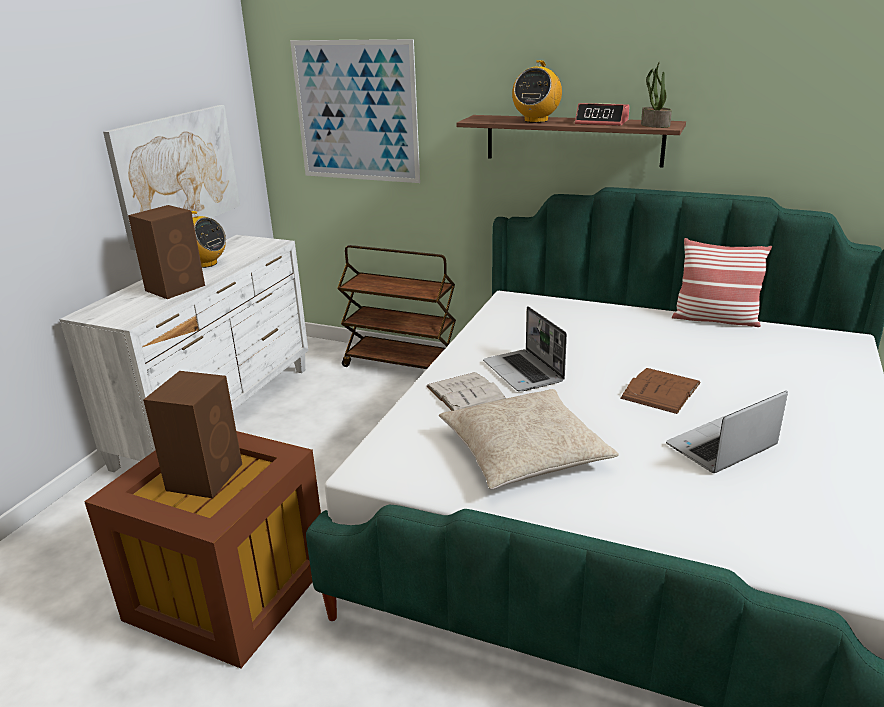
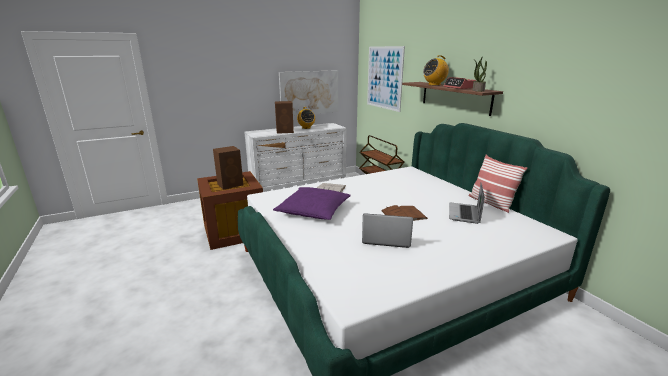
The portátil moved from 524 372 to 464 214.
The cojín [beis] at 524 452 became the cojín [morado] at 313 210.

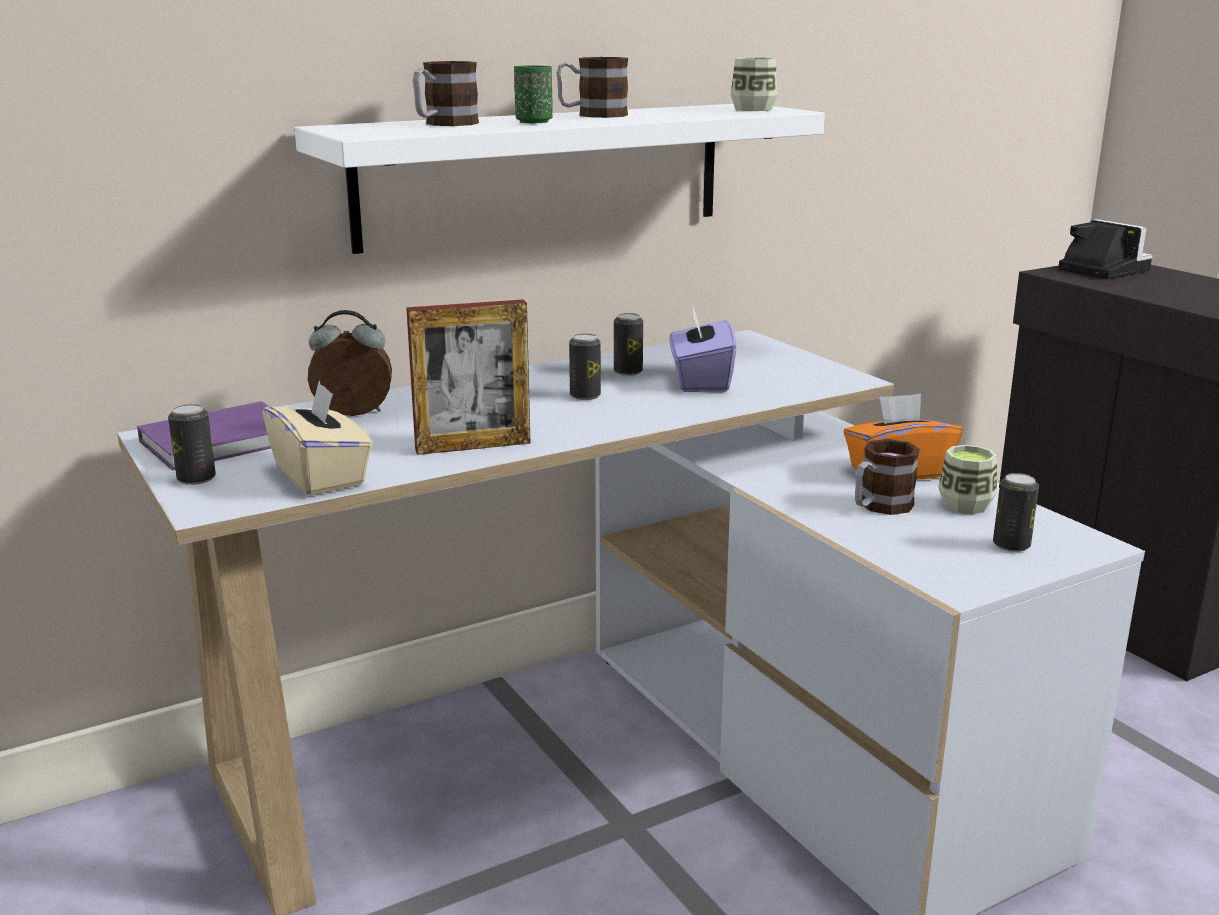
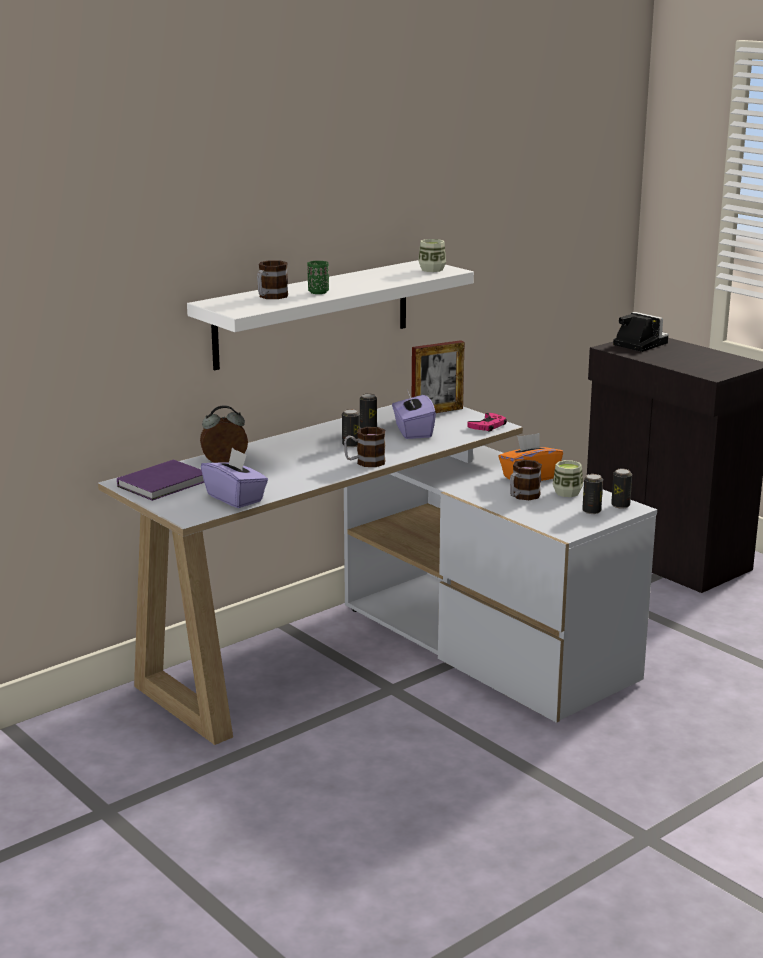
The taza grande moved from 592 115 to 365 463.
The portarretratos moved from 473 446 to 437 411.
The caja de pañuelos [beis] at 321 476 became the caja de pañuelos [morado] at 235 498.
The lata moved from 196 479 to 620 505.
The mando de consola [rosa] at 488 426 appeared.

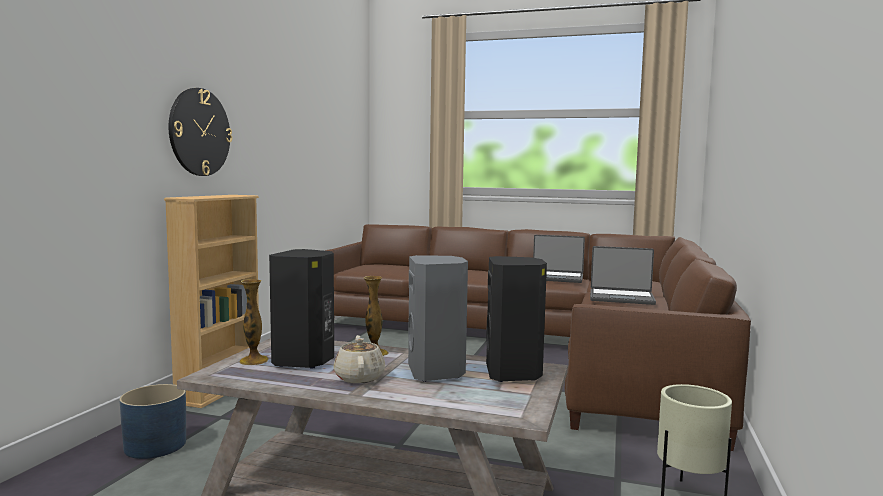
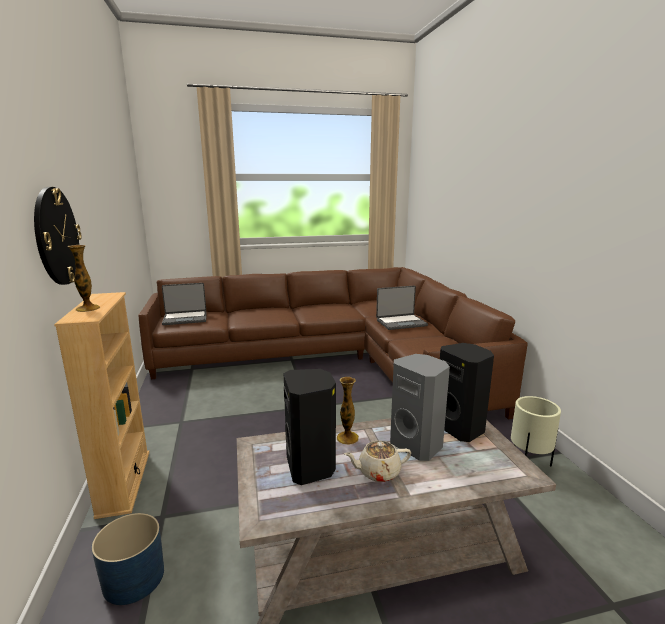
The portátil moved from 556 278 to 185 318.
The florero moved from 254 360 to 88 308.
The tetera [beis] at 359 377 turned 60 degrees counterclockwise.

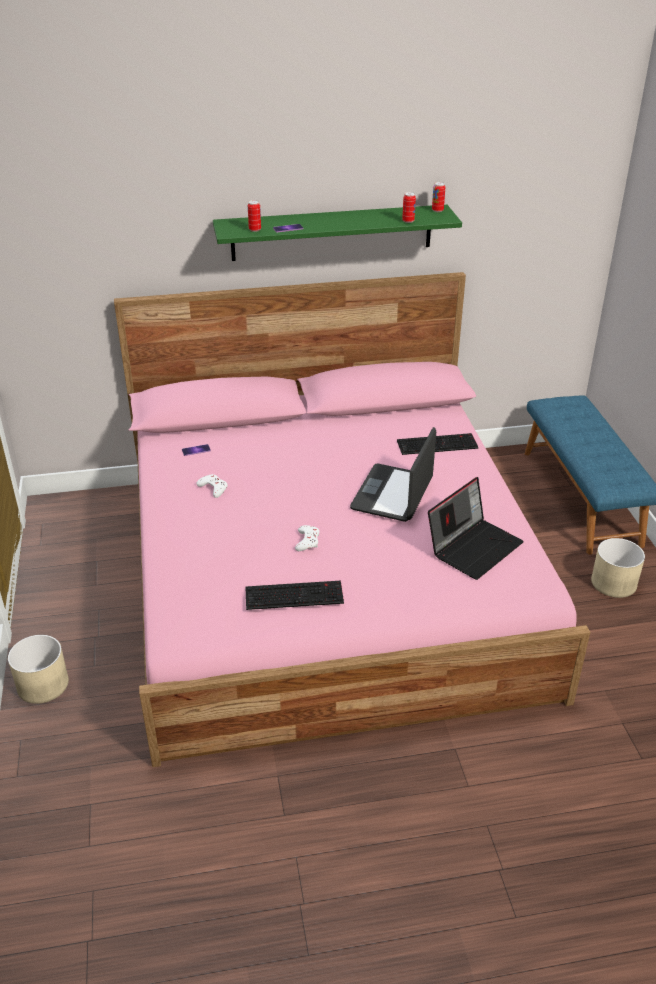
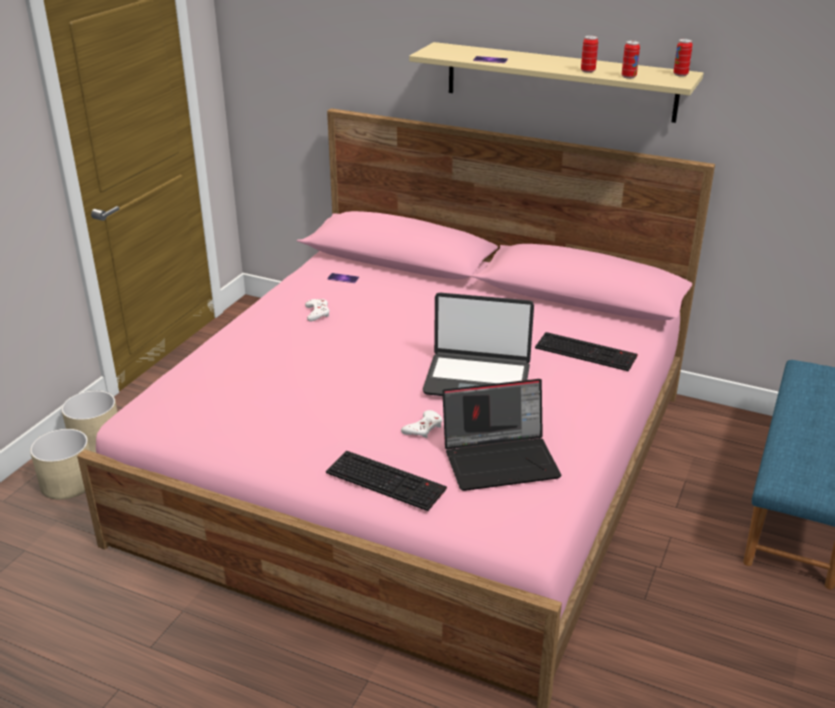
The lata moved from 255 230 to 588 71.
The estante [verde] at 332 232 became the estante [beis] at 559 81.
The portátil at 393 494 turned 135 degrees counterclockwise.
The mando de consola [blanco] moved from 307 541 to 423 428.
The maceta [beis] moved from 613 582 to 68 482.
The teclado moved from 295 595 to 387 480.

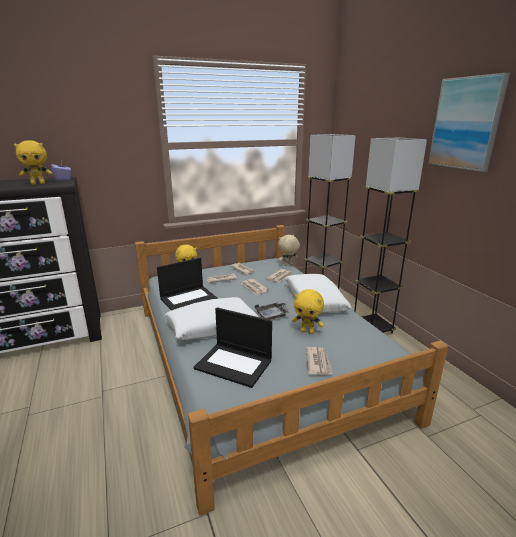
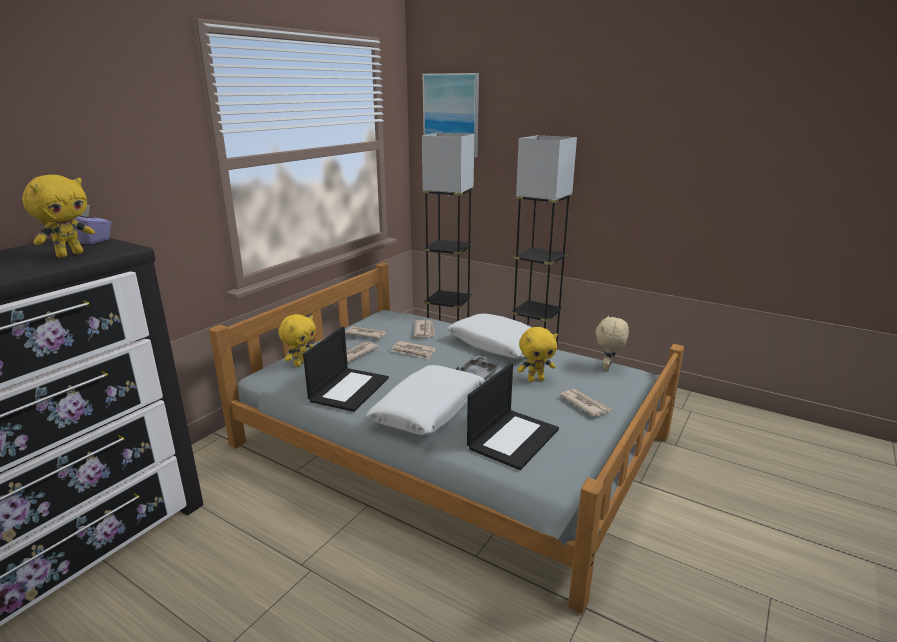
The cuadro moved from 466 123 to 451 115.
The peluche [beis] moved from 288 265 to 608 368.
The portátil at 234 364 turned 45 degrees counterclockwise.

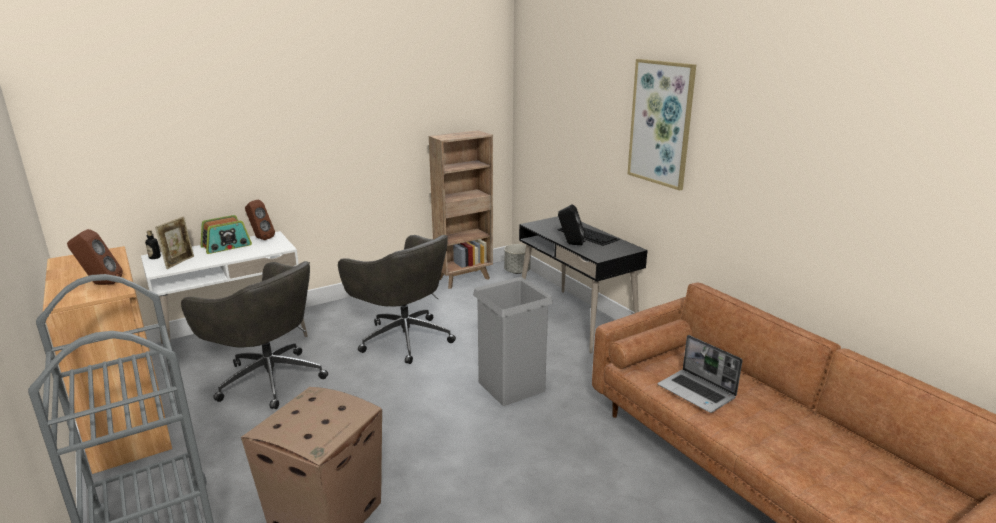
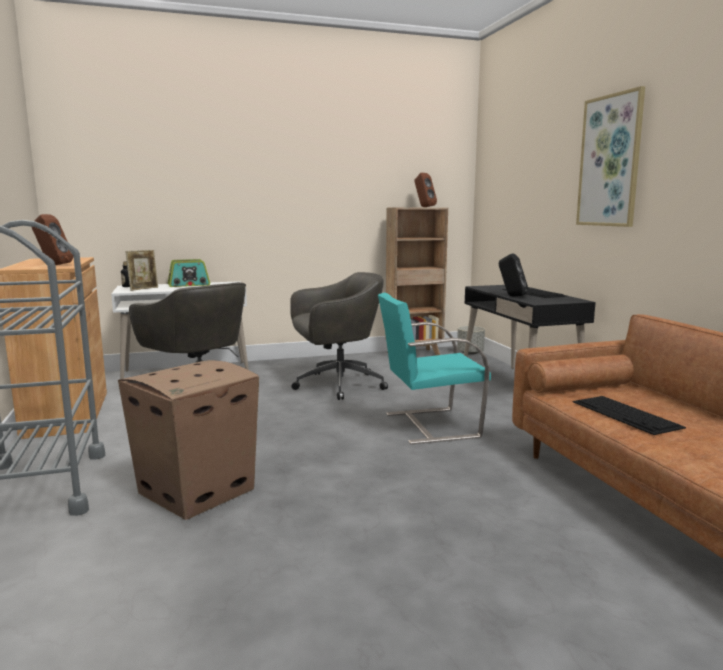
The altavoz [marrón] moved from 260 238 to 424 207.
The silla de oficina [gris] at 403 338 turned 75 degrees counterclockwise.
The papelera [gris] at 511 386 was replaced by the silla [turquesa] at 429 425.
The portátil at 697 392 was replaced by the teclado at 626 414.

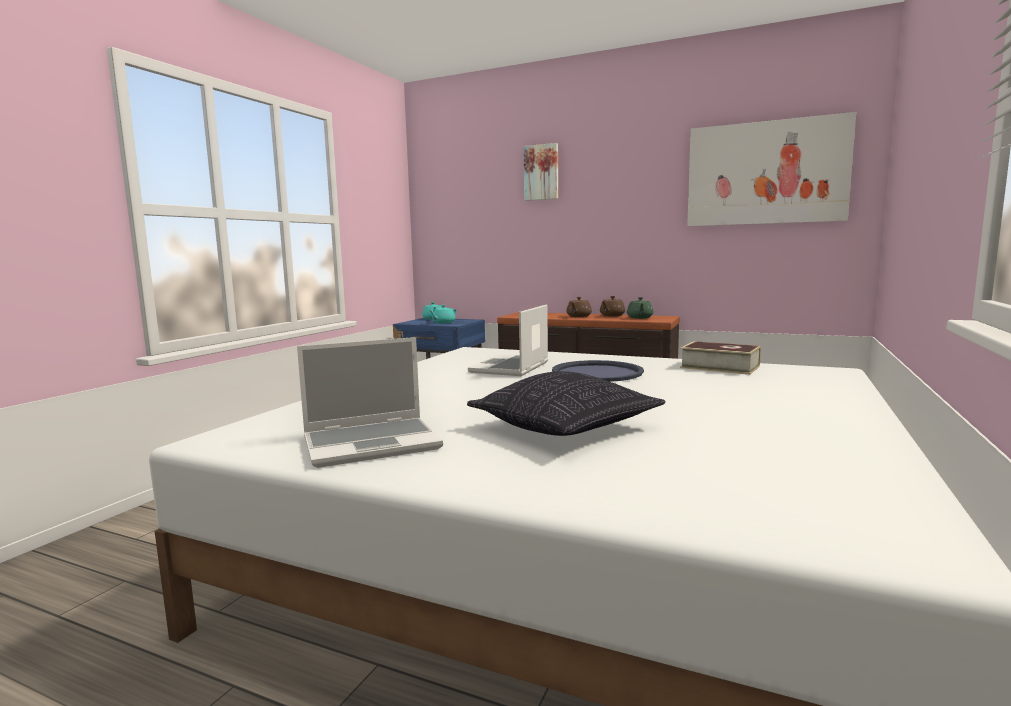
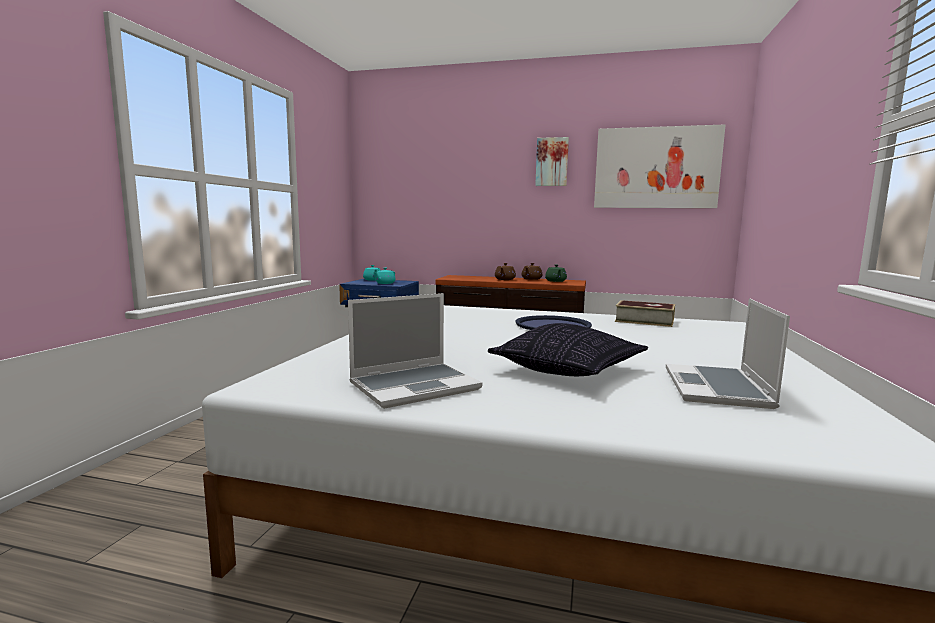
The cuadro moved from 541 172 to 552 162.
The portátil moved from 510 368 to 718 389.

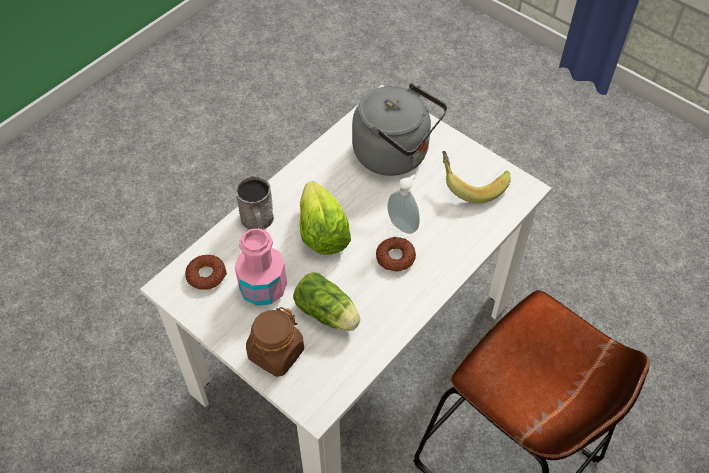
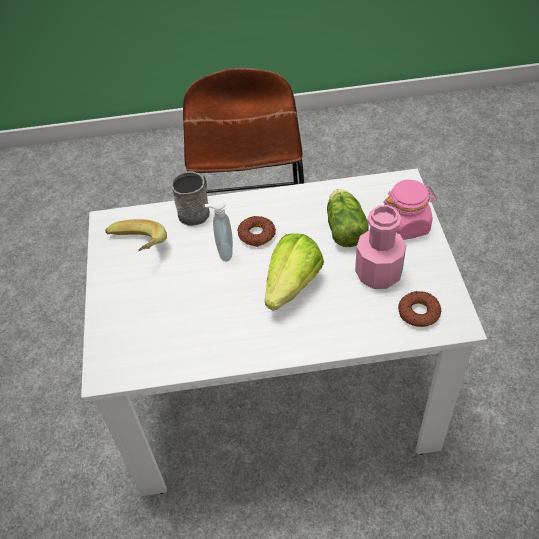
The hervidor [gris] at 395 154 disappeared.
The taza grande [gris] moved from 258 221 to 196 211.
The tarro [marrón] at 276 353 became the tarro [rosa] at 405 225.

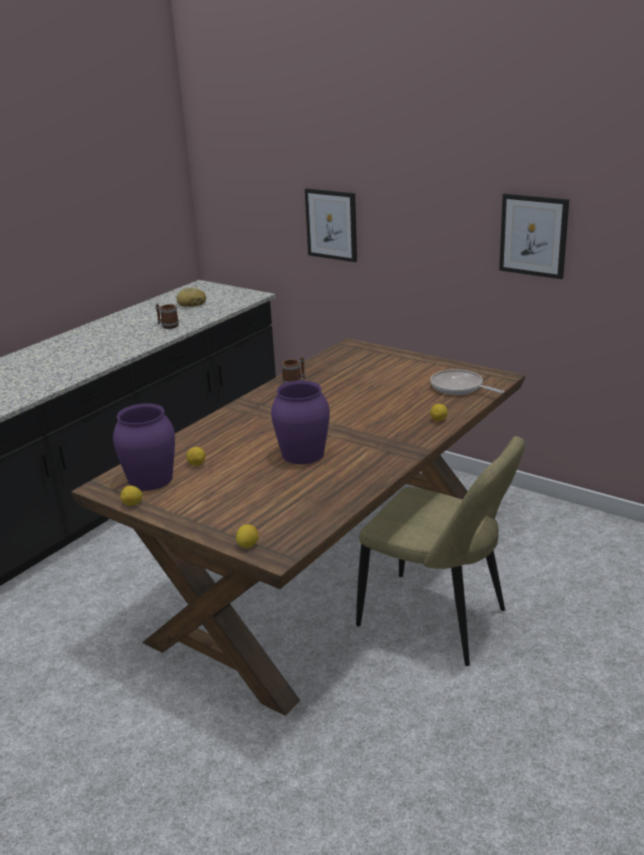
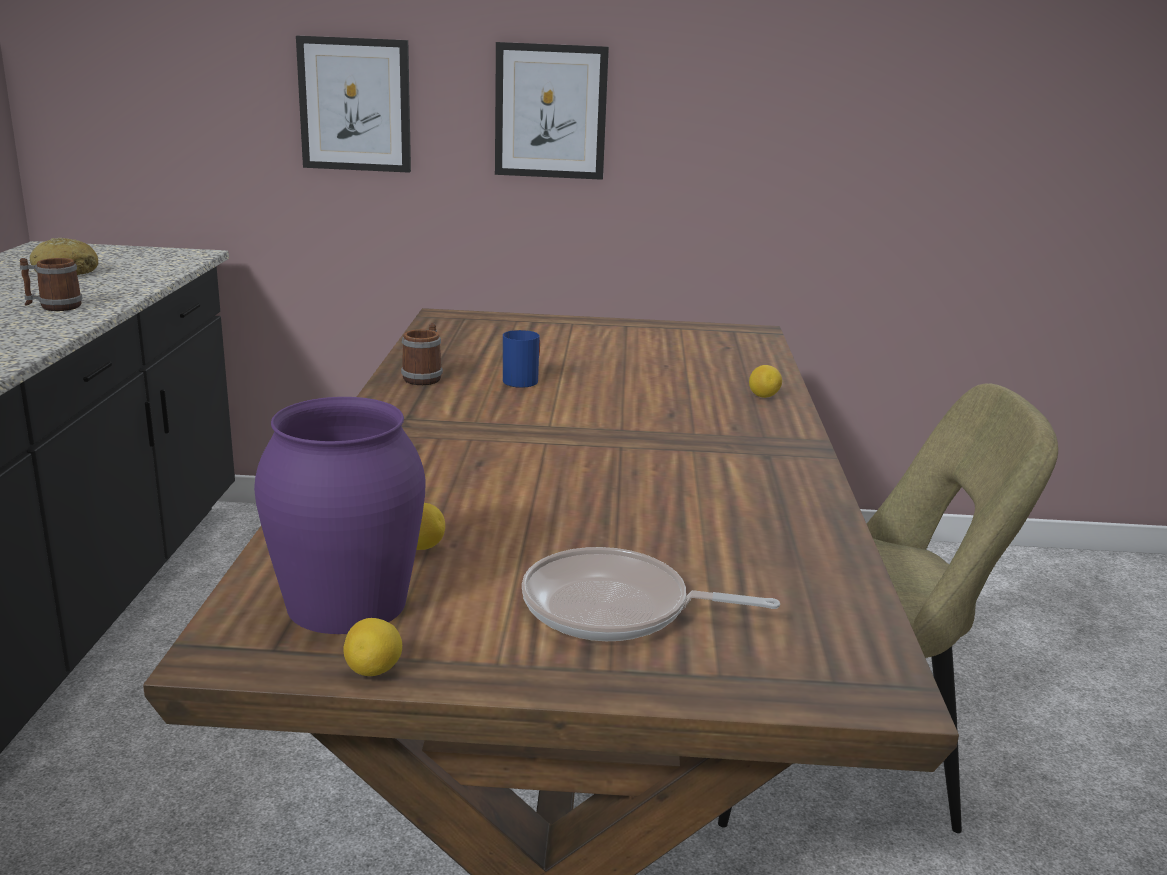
The cuadro moved from 533 235 to 550 111.
The sartén moved from 459 387 to 615 609.
The florero [morado] at 302 454 disappeared.
The limón at 248 545 disappeared.
The taza grande [azul] at 524 380 appeared.

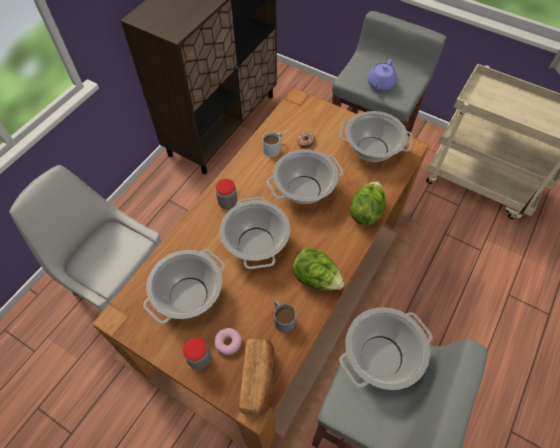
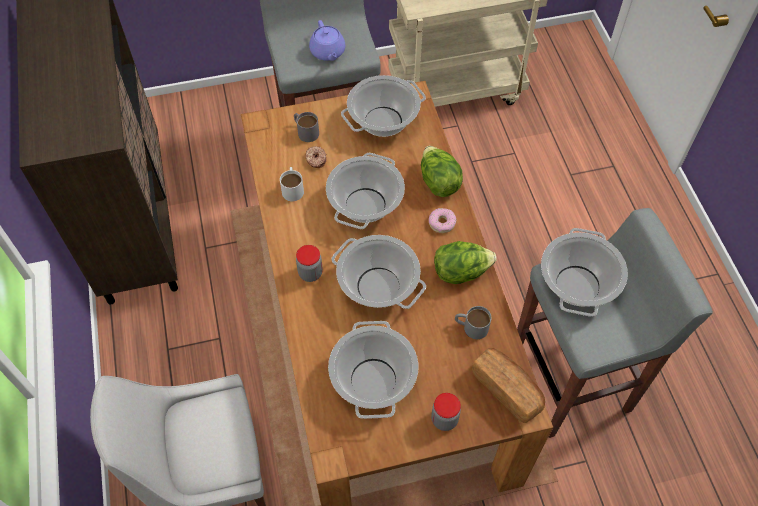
The rosquilla moved from 228 342 to 442 223.
The taza grande [gris] at 305 131 appeared.

